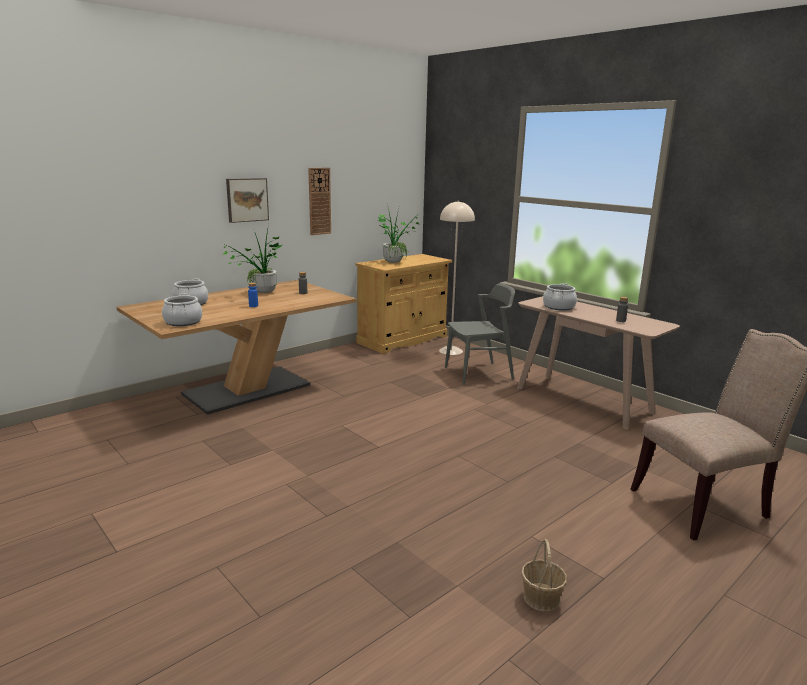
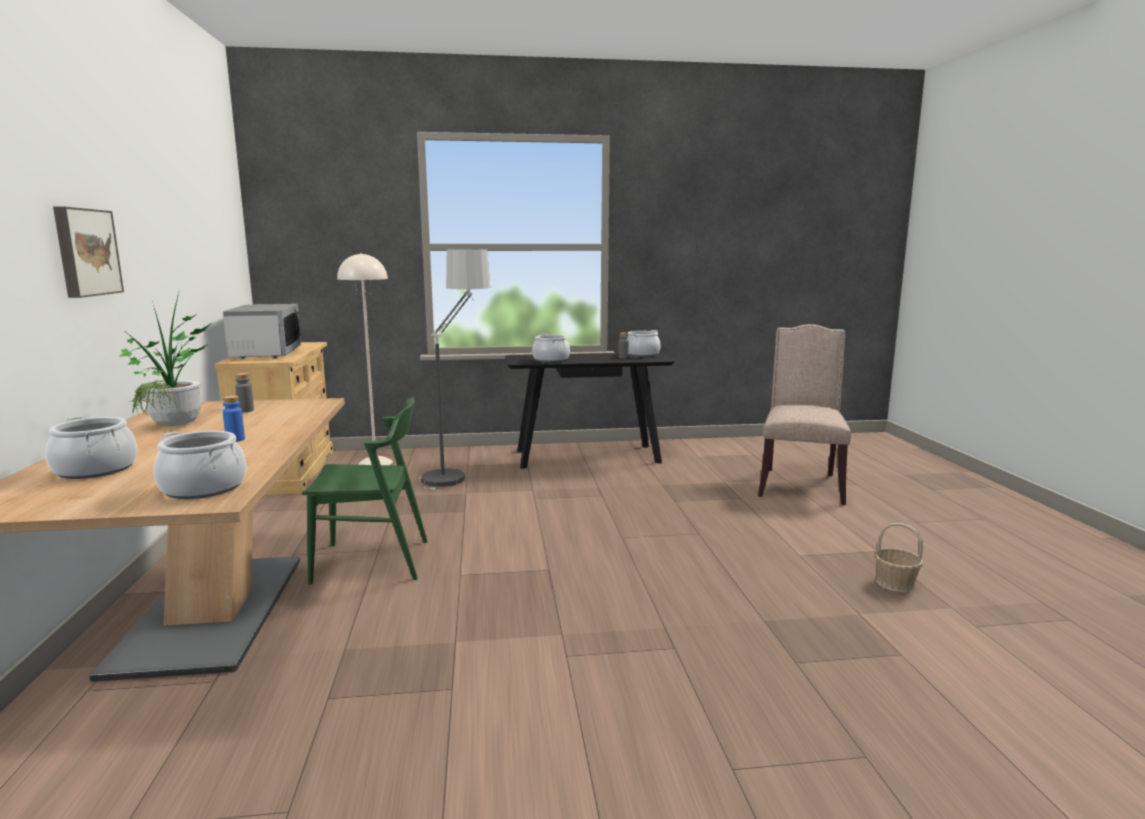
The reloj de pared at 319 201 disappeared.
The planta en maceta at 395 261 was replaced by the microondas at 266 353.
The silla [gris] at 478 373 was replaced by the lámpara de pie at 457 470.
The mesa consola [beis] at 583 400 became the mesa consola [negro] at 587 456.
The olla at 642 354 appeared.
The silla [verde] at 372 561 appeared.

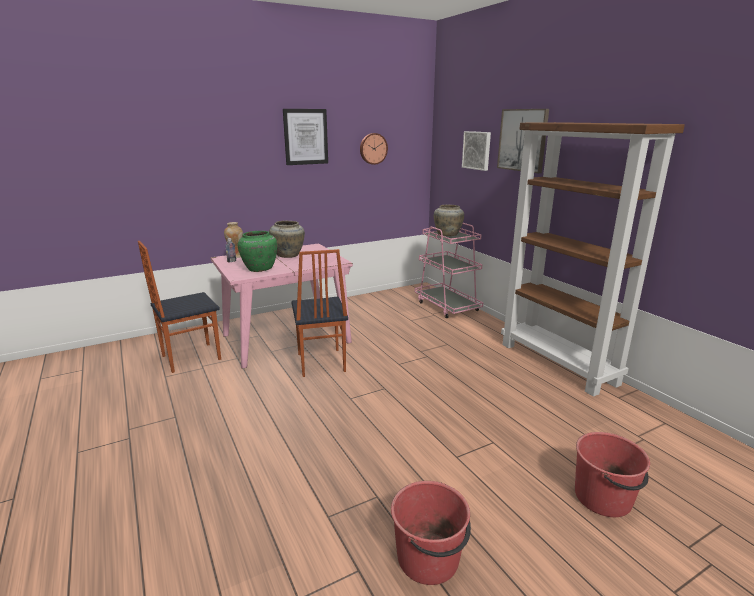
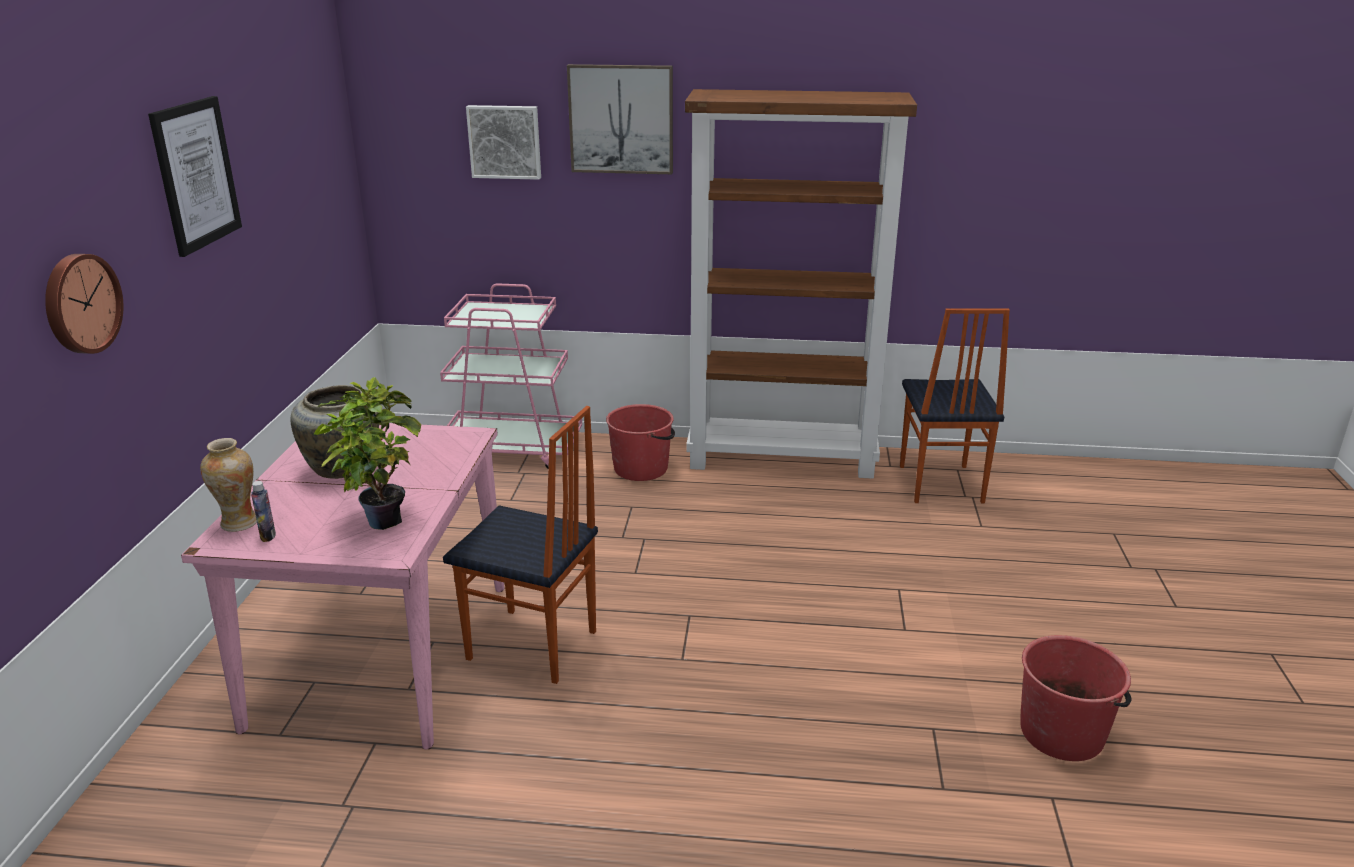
The reloj de pared moved from 373 148 to 80 303.
The florero [beis] at 448 234 disappeared.
The florero [verde] at 259 269 was replaced by the planta en maceta at 380 518.
The silla moved from 190 357 to 939 484.
The cubo [rojo] moved from 603 498 to 641 468.

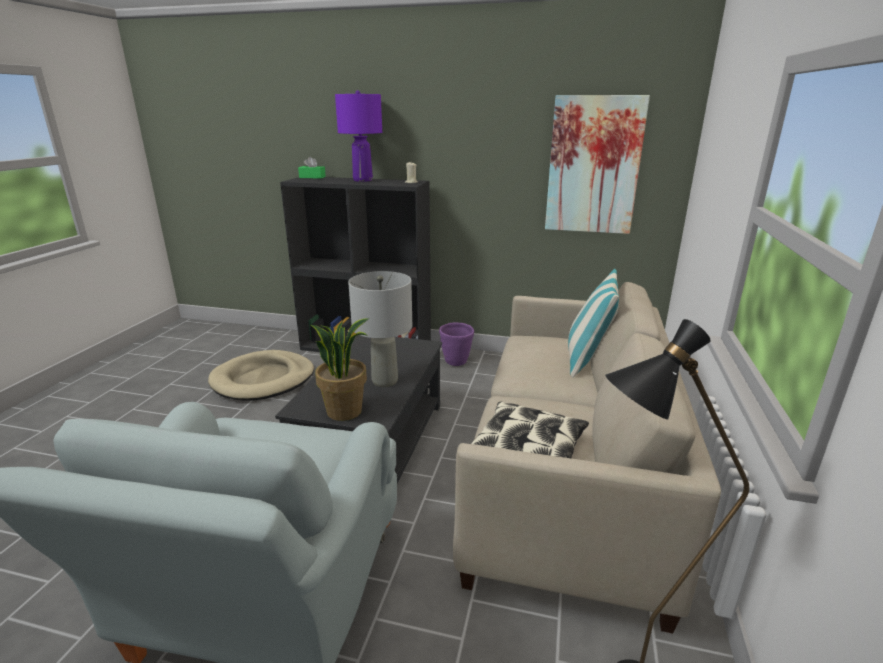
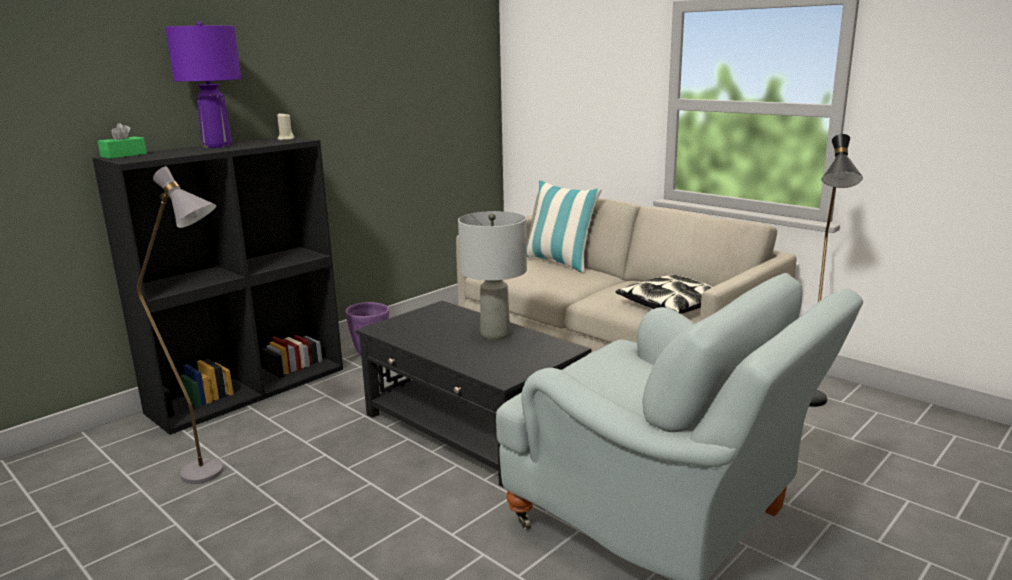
The cuadro at 593 166 disappeared.
The planta en maceta at 344 411 disappeared.
The cama para perro [beis] at 263 379 was replaced by the lámpara de pie [gris] at 215 475.

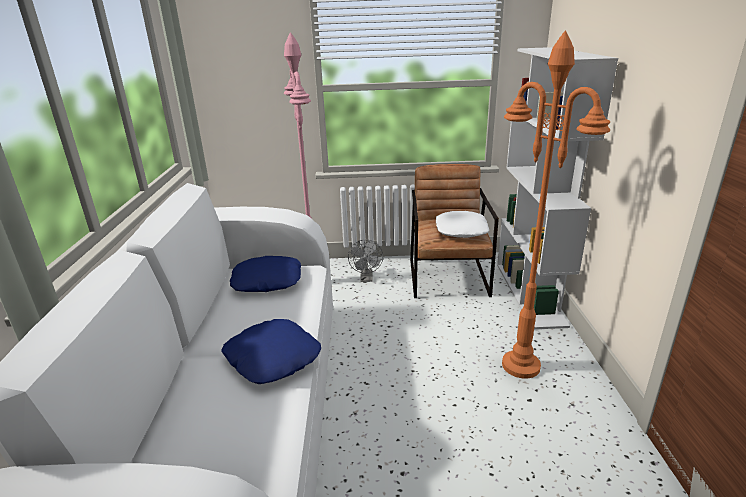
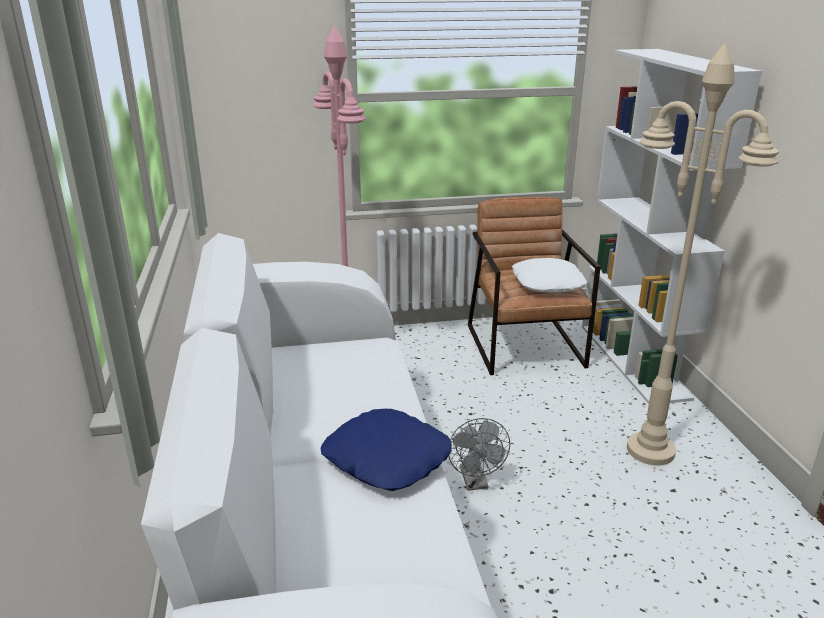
The lámpara de pie [naranja] at 521 366 became the lámpara de pie [beis] at 651 451.
The ventilador [gris] moved from 366 278 to 475 482.
The cojín [azul] at 267 281 disappeared.

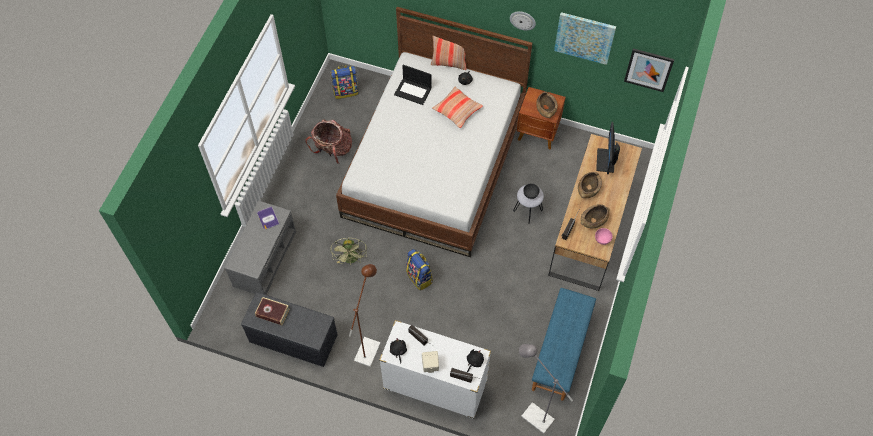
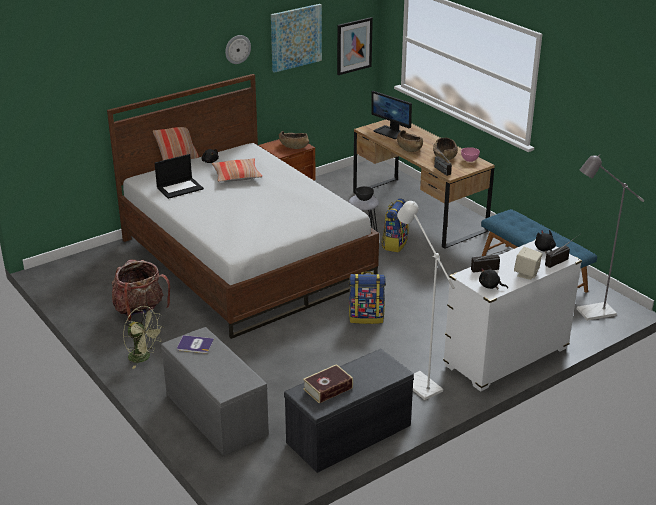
The mochila moved from 346 91 to 394 244.
The ventilador [verde] moved from 351 259 to 144 357.
The lámpara de pie [marrón] at 369 347 became the lámpara de pie [blanco] at 417 382.

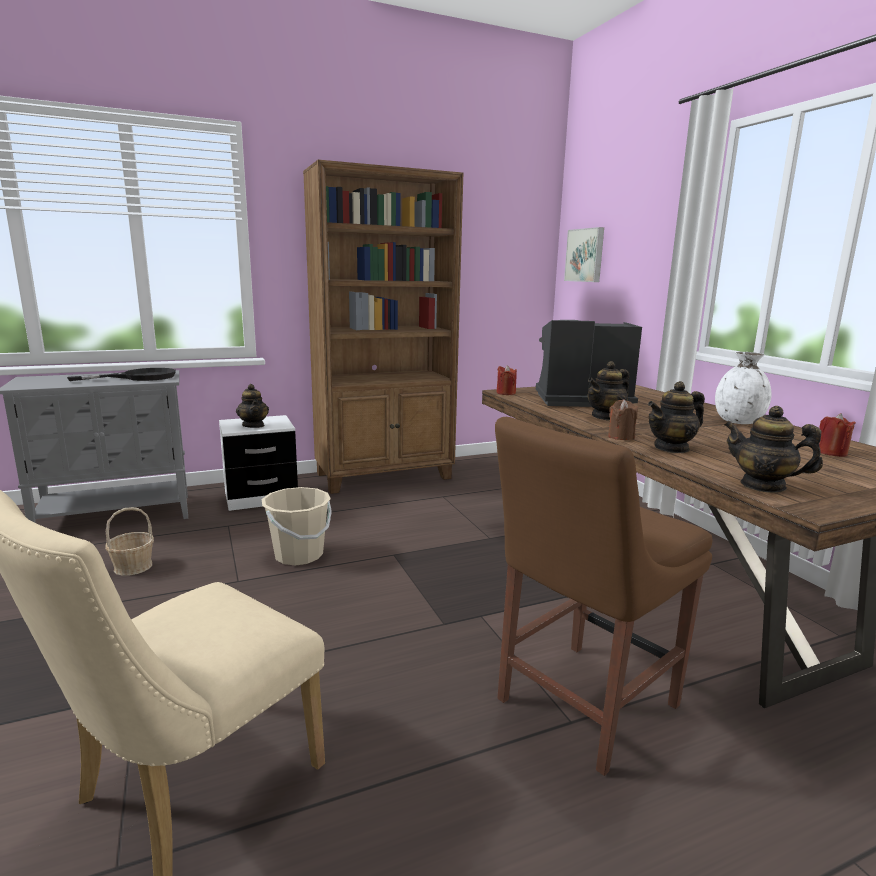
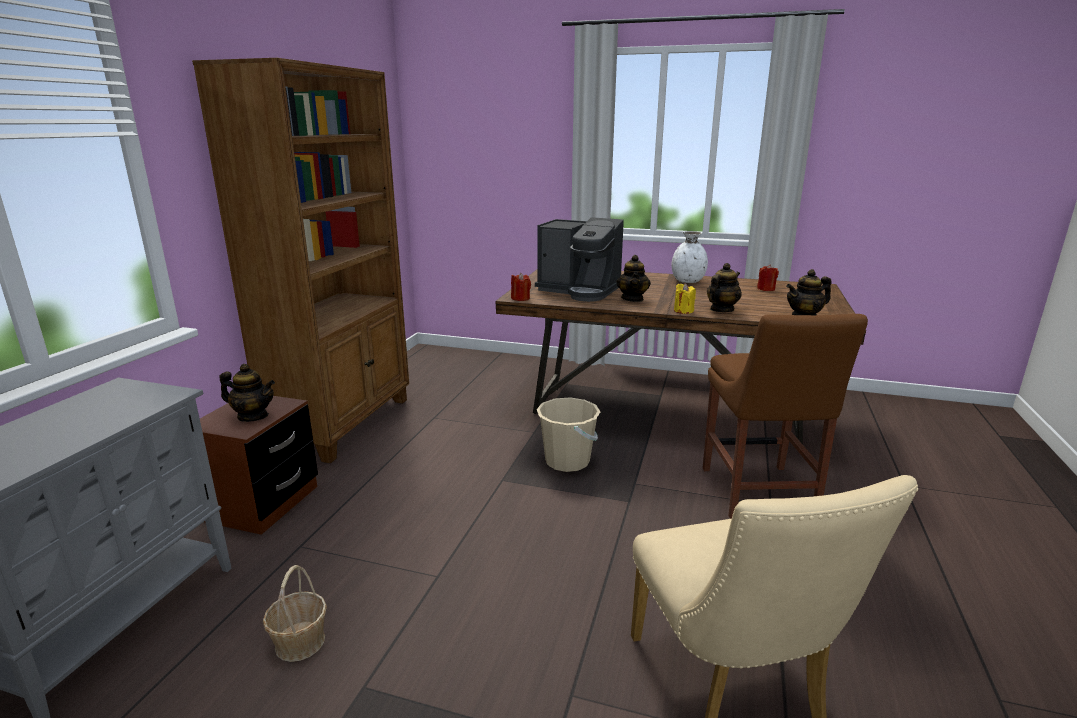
The cuadro at 585 255 disappeared.
The cafetera at 579 400 turned 105 degrees counterclockwise.
The sartén [negro] at 139 377 disappeared.
The tetera at 672 448 turned 150 degrees counterclockwise.
The vela [marrón] at 621 437 became the vela [amarillo] at 683 311.
The mesita de noche [blanco] at 261 497 became the mesita de noche [marrón] at 263 503.
The cubo [beis] moved from 299 555 to 567 461.

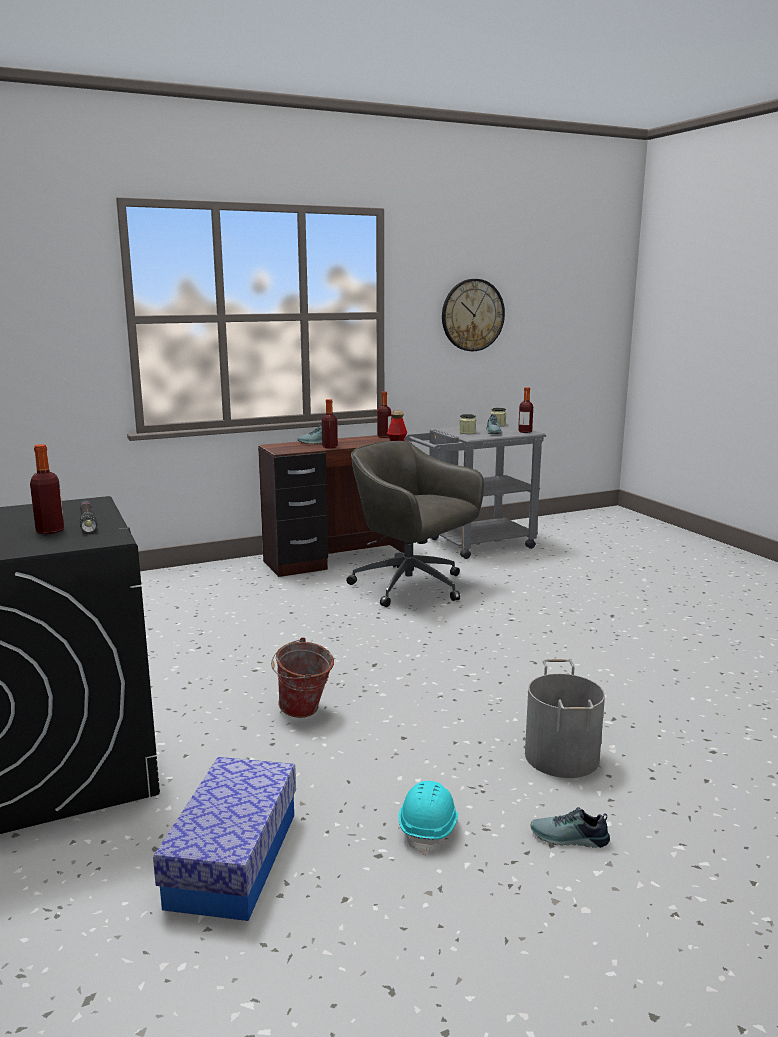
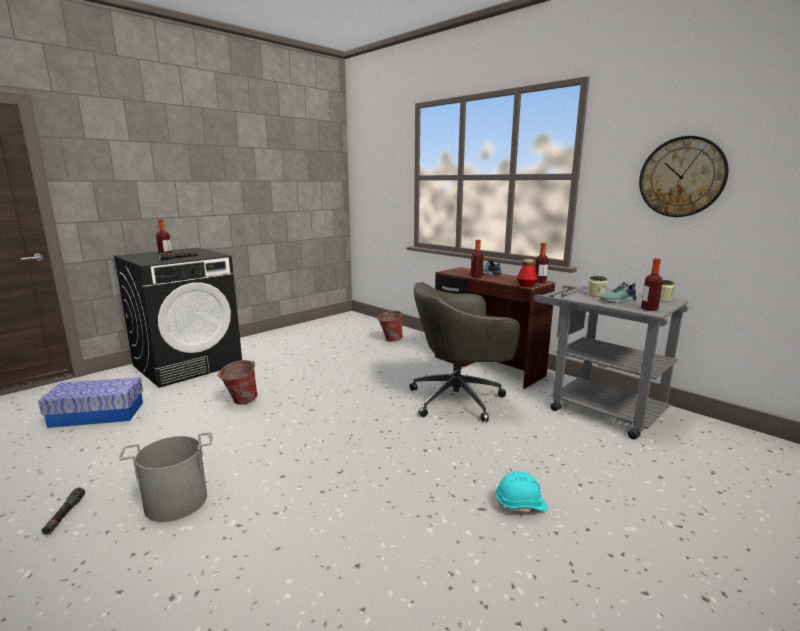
The silla de oficina [gris] at 412 587 turned 120 degrees counterclockwise.
The casco [turquesa] moved from 429 829 to 520 505.
The zapato at 569 839 was replaced by the linterna [negro] at 65 515.
The cubo at 390 340 appeared.

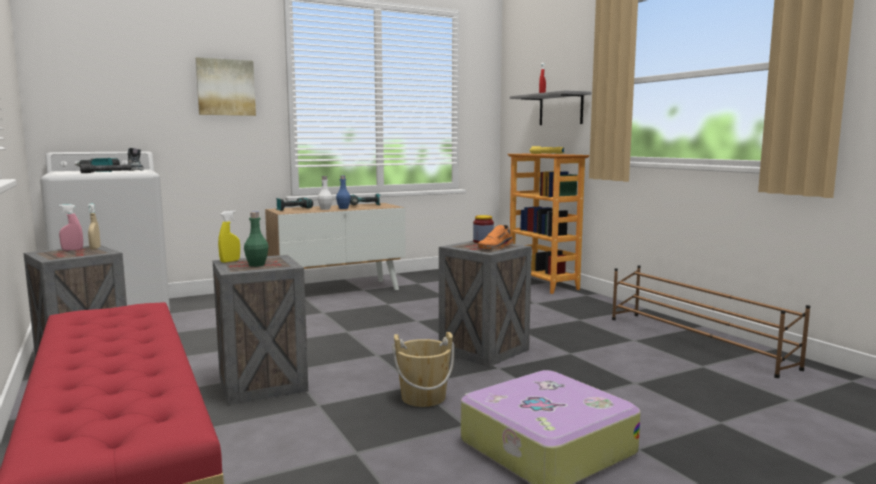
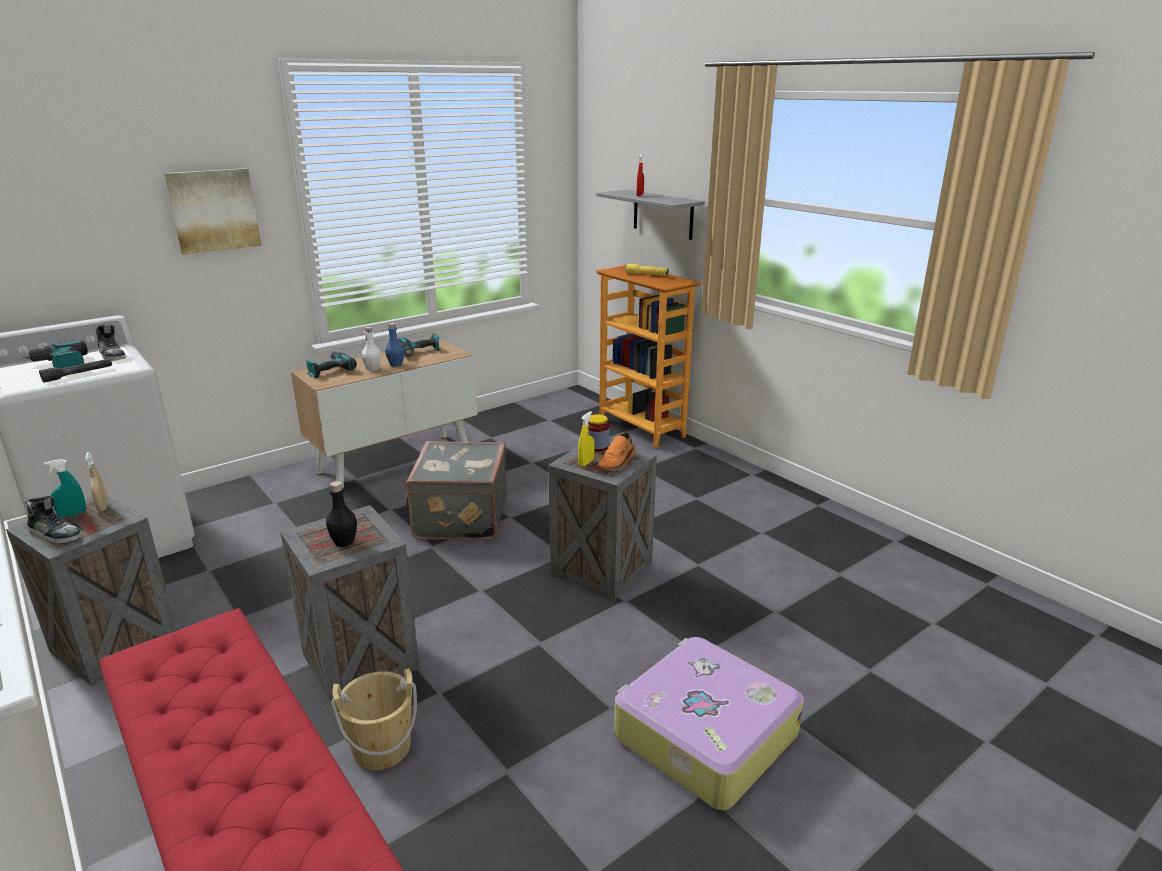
The pulverizador [rosa] at 72 250 became the pulverizador [turquesa] at 72 514.
The pulverizador [amarillo] moved from 230 261 to 586 463.
The botella [verde] at 257 265 became the botella [negro] at 344 541.
The zapatero [marrón] at 696 342 disappeared.
The cubo [beis] moved from 423 397 to 381 748.
The maleta [gris] at 459 517 appeared.
The zapato at 55 534 appeared.

